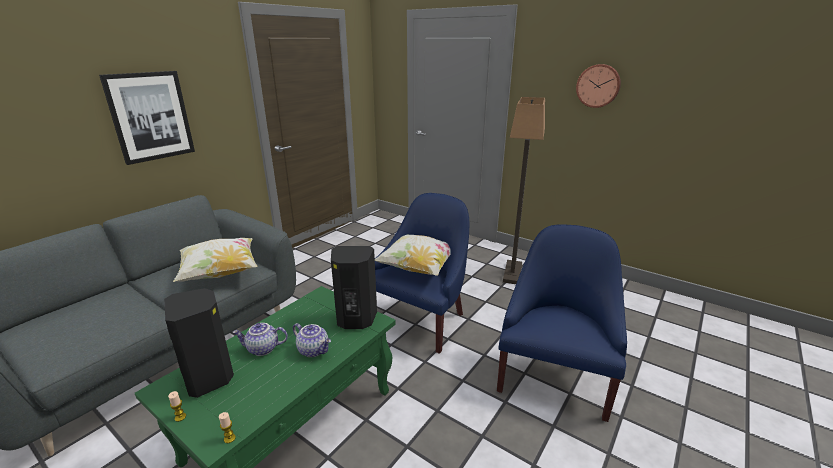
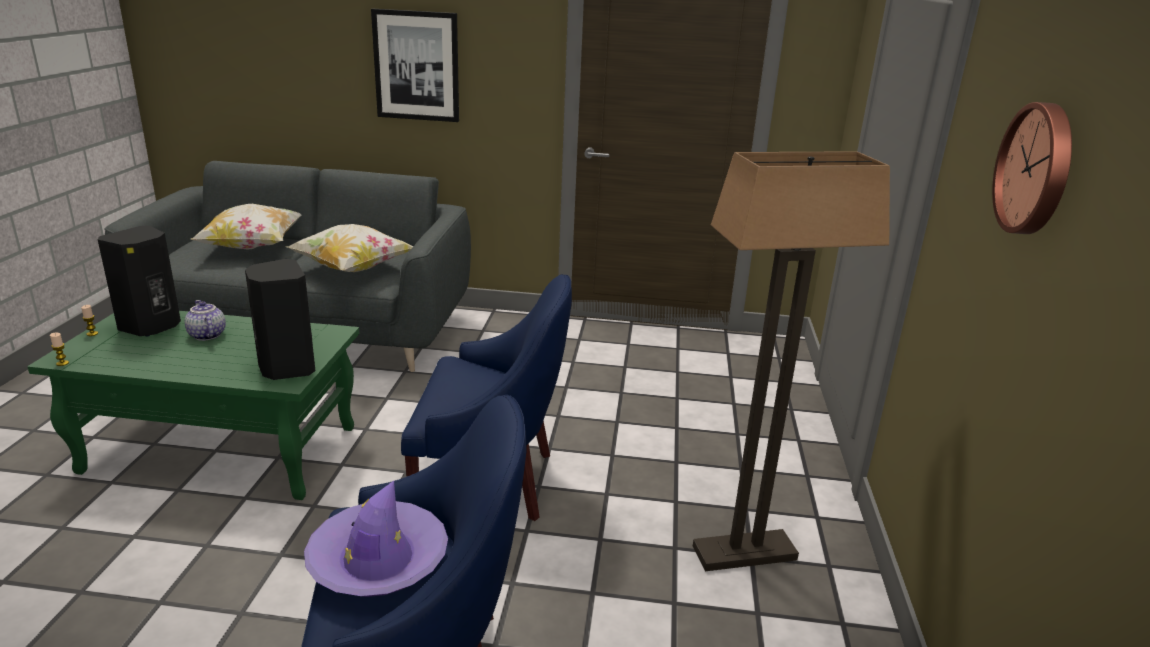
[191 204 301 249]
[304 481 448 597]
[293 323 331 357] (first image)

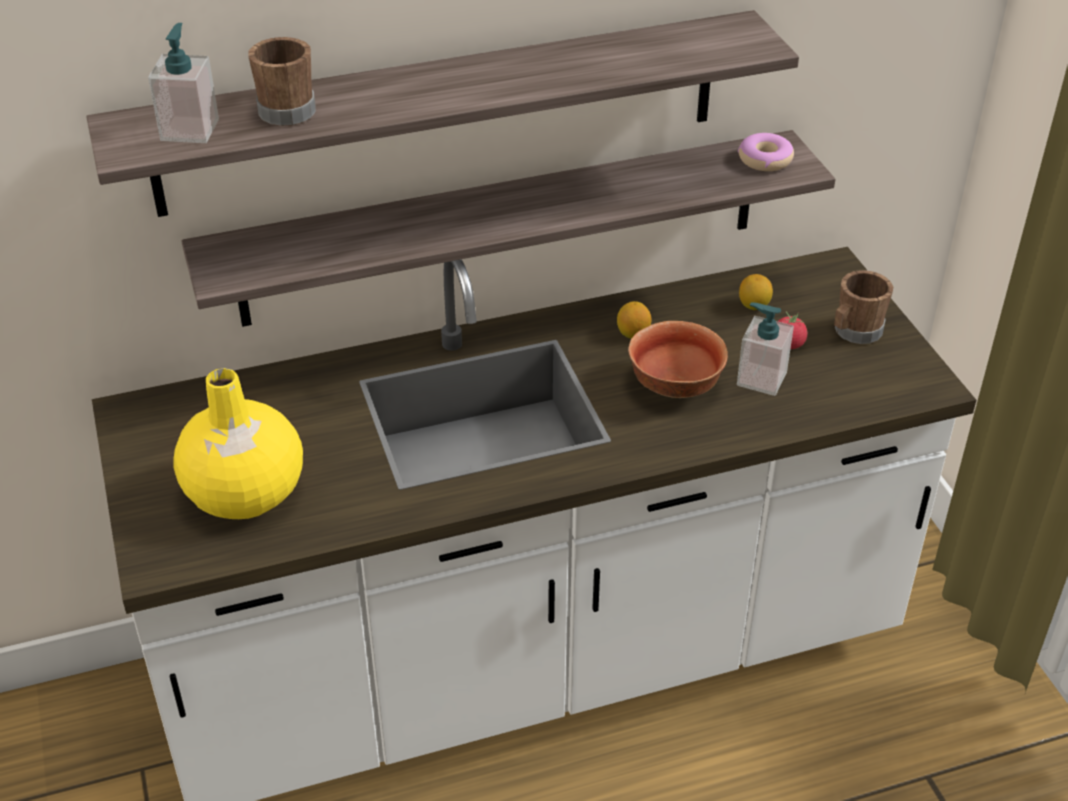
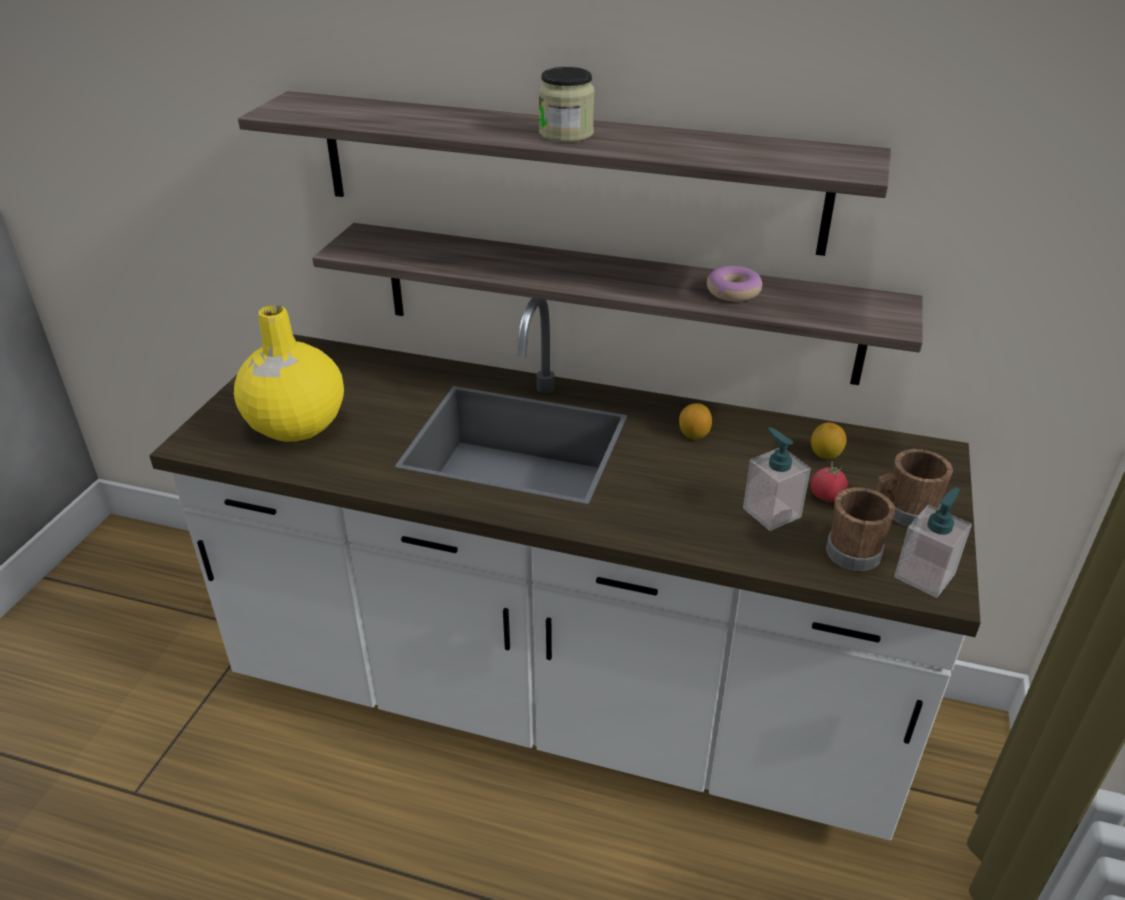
[539 67 595 142]
[707 266 762 301]
[826 487 896 571]
[894 487 972 598]
[628 321 728 398] (first image)

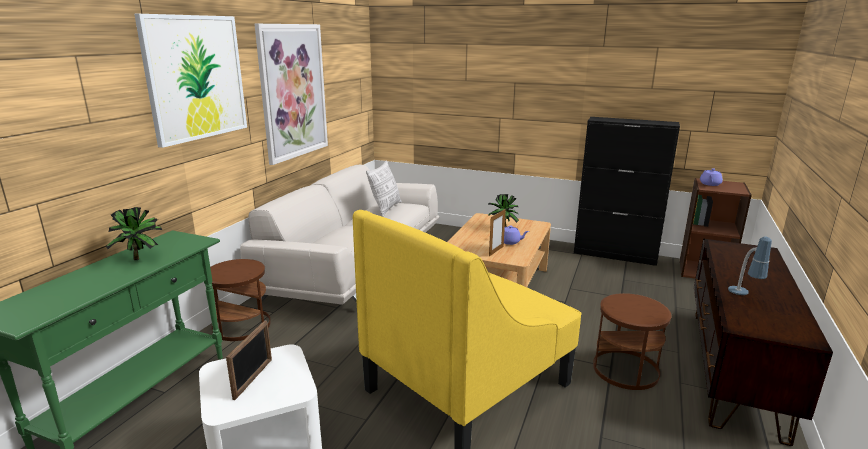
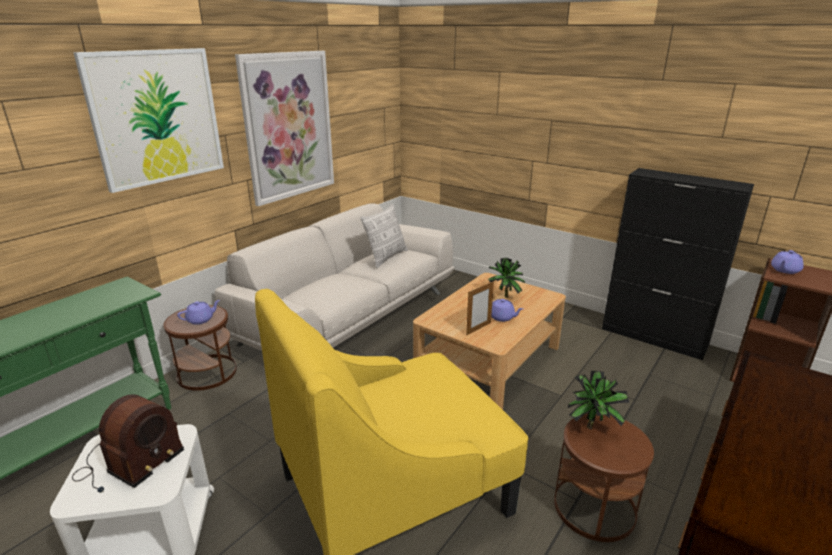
[72 394 184 493]
[177 300 220 325]
[567 371 630 429]
[728 236 772 295] (first image)

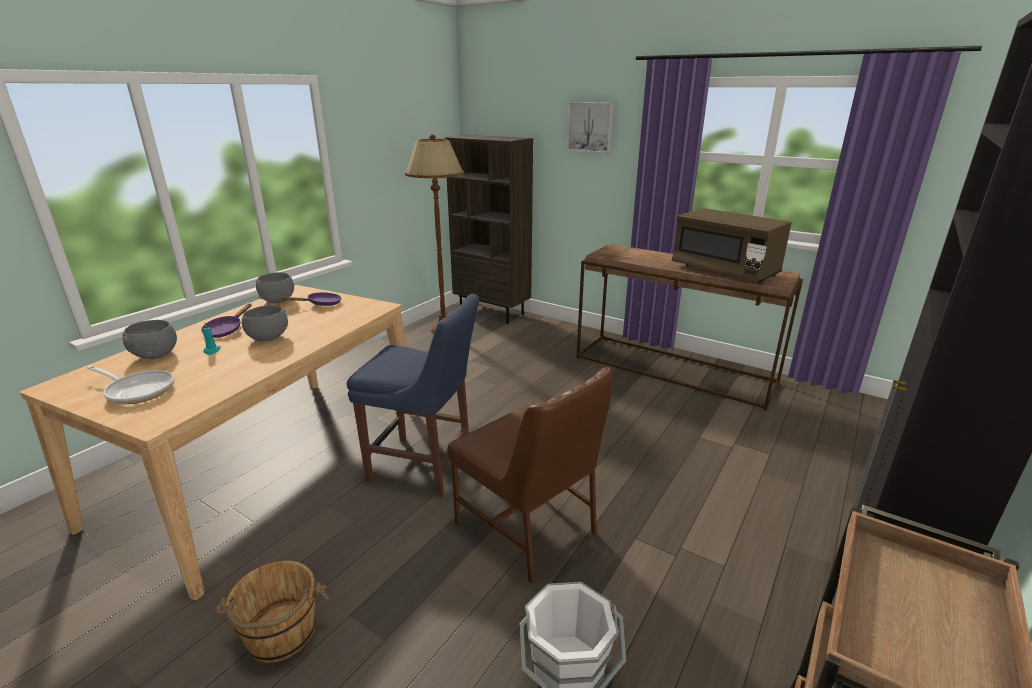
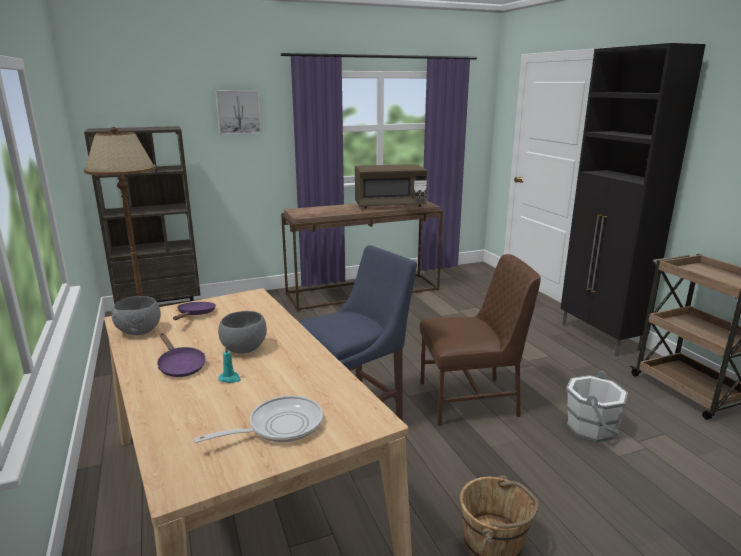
[122 320 177 359] (first image)

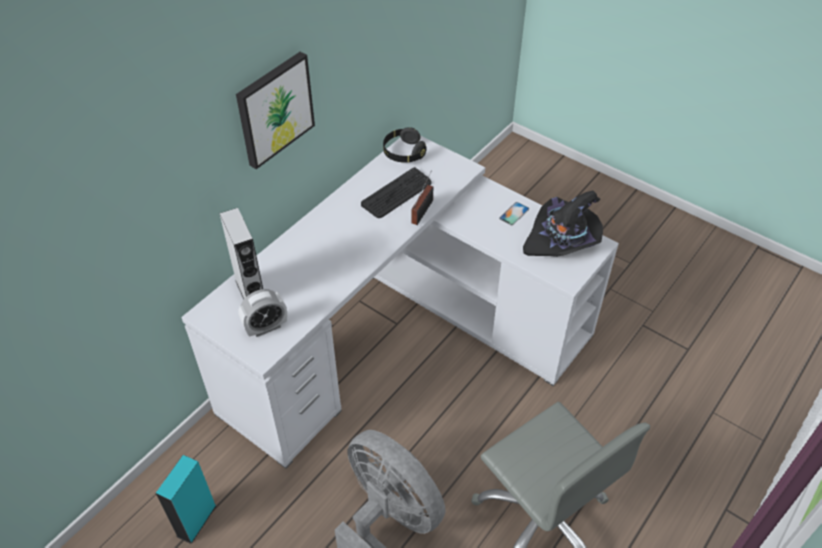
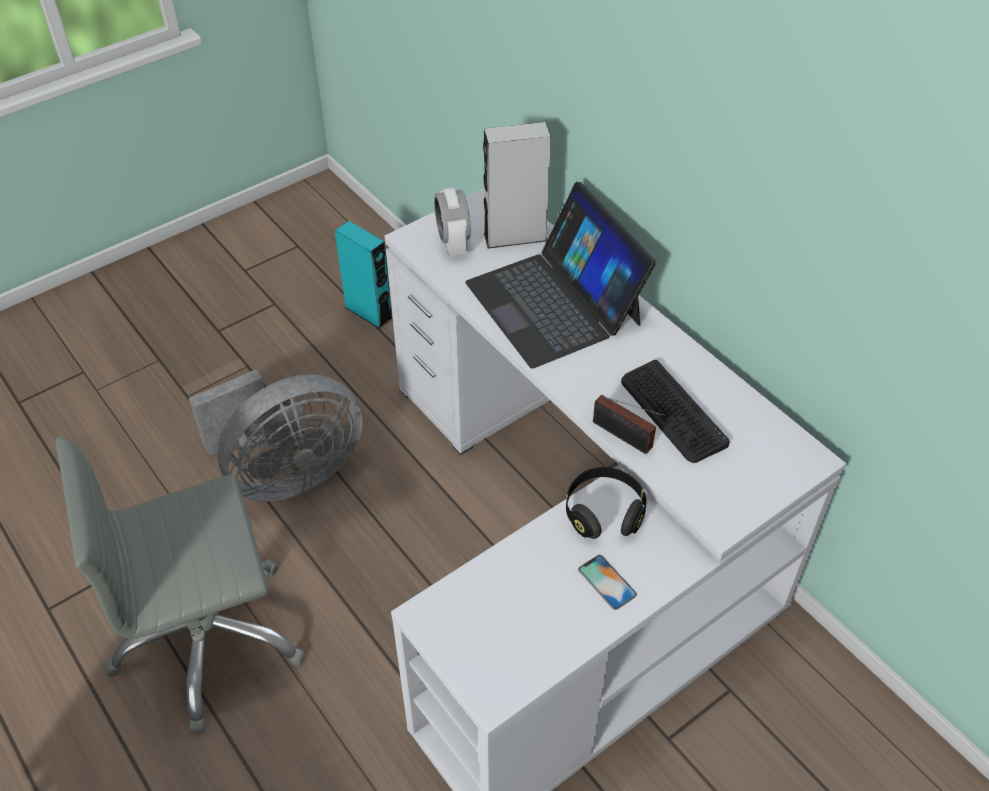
[465 182 656 368]
[566 467 647 539]
[236 52 315 169] (first image)
[523 191 603 257] (first image)

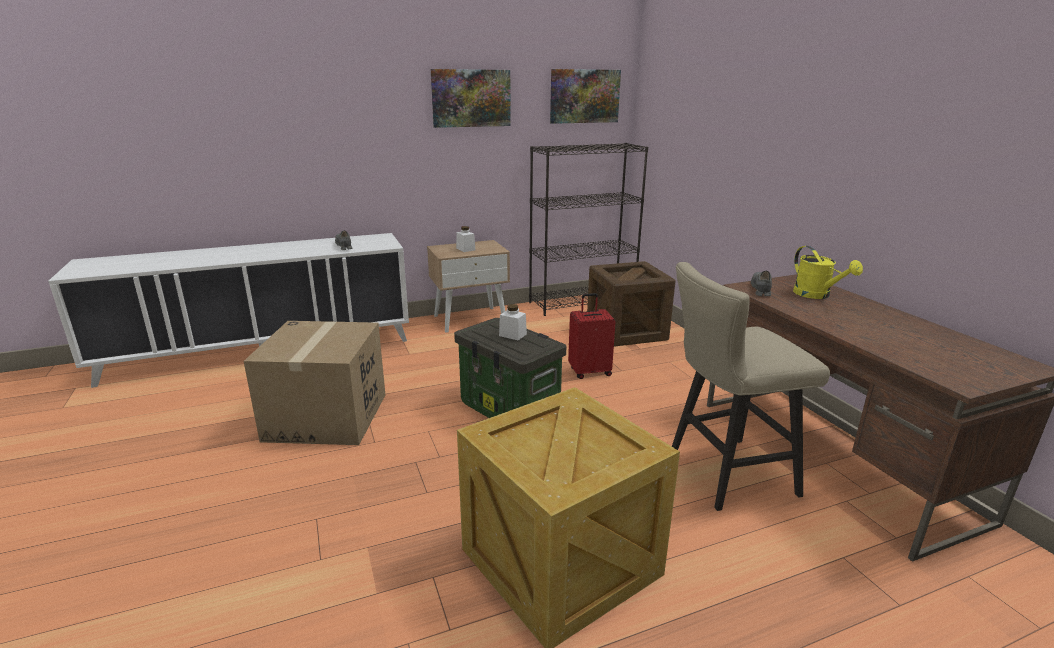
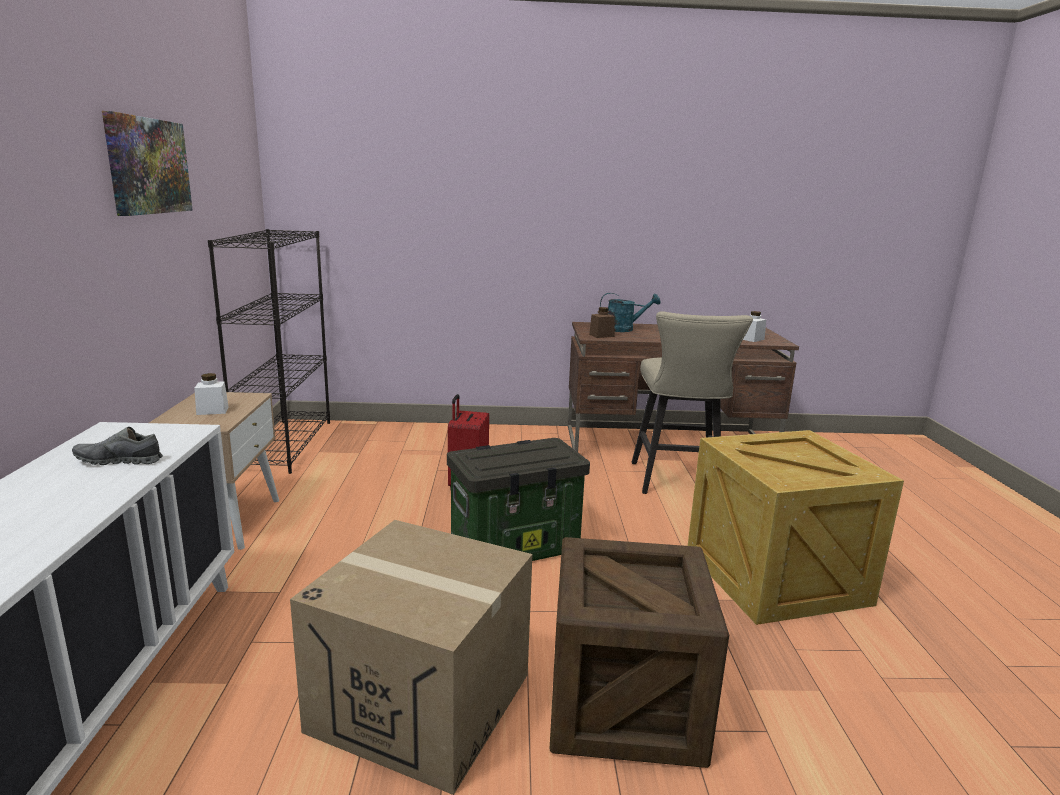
[550 537 729 768]
[589 307 615 338]
[600 293 661 332]
[743 311 766 342]
[550 69 621 124] (first image)

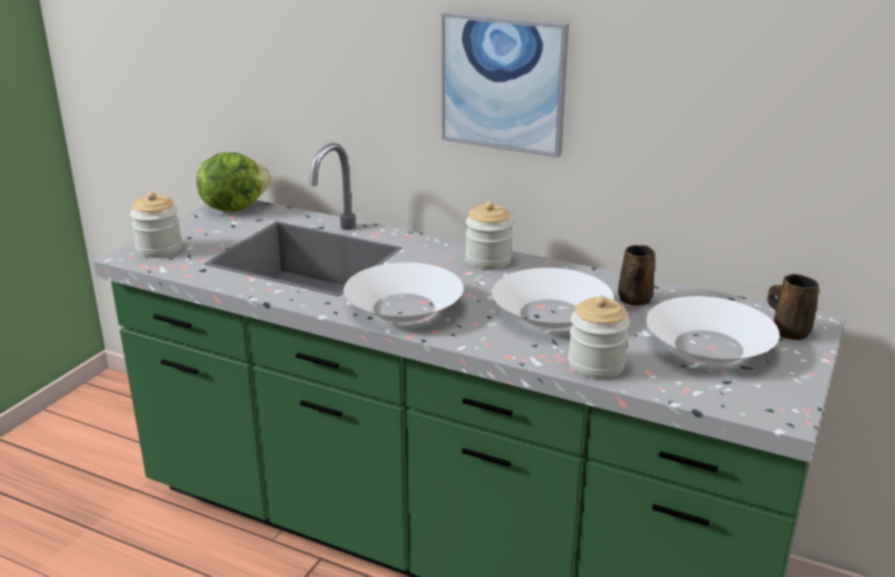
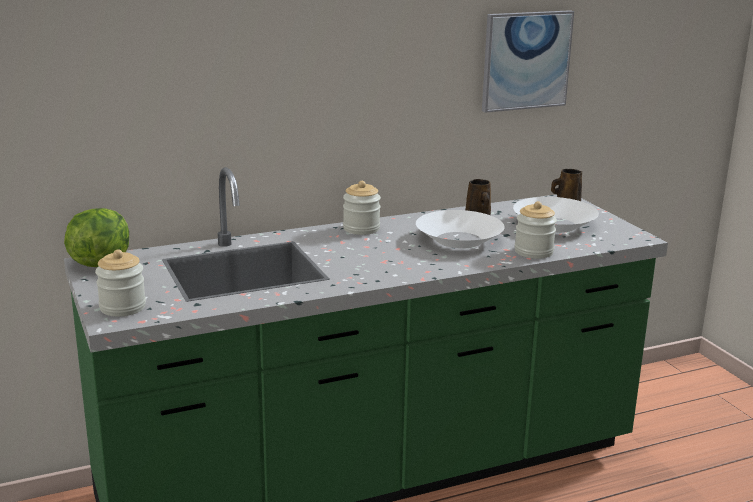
[482 10 574 113]
[344 262 463 322] (first image)

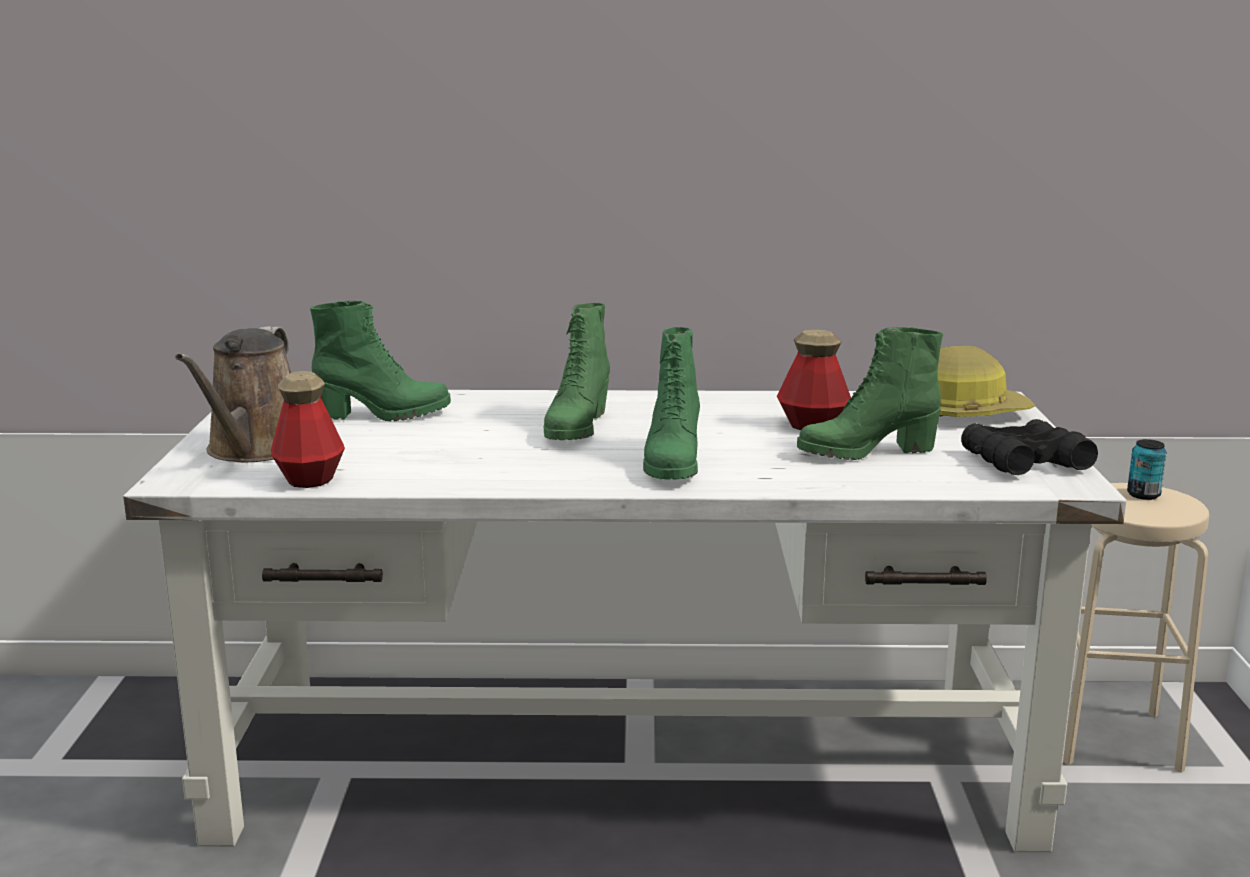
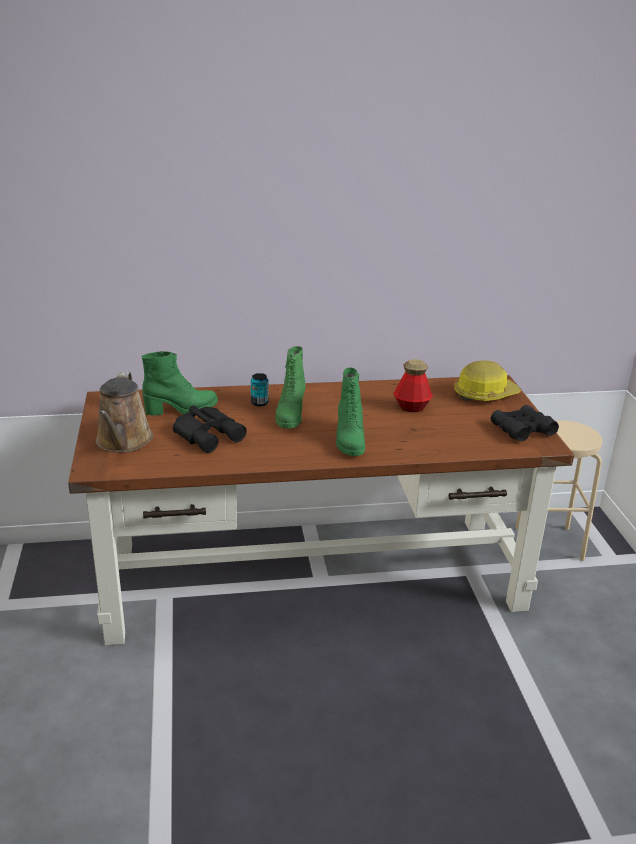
[68 375 574 646]
[173 406 247 453]
[251 373 268 406]
[271 371 345 488] (first image)
[797 327 943 460] (first image)

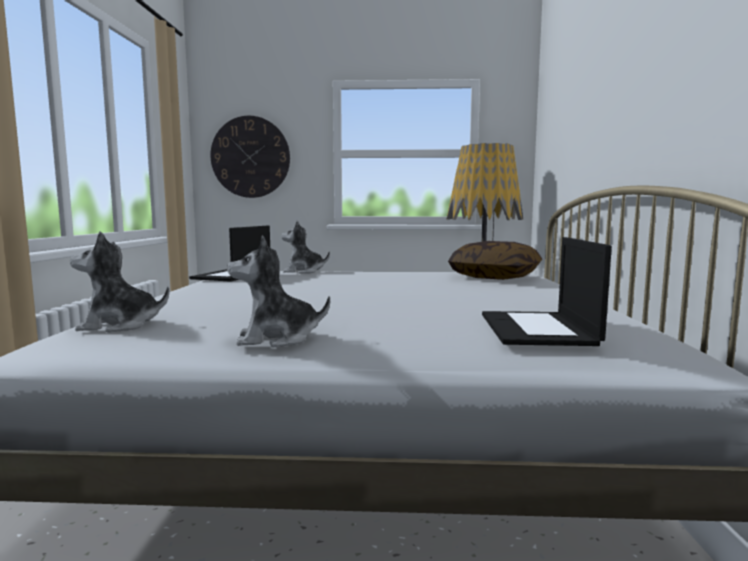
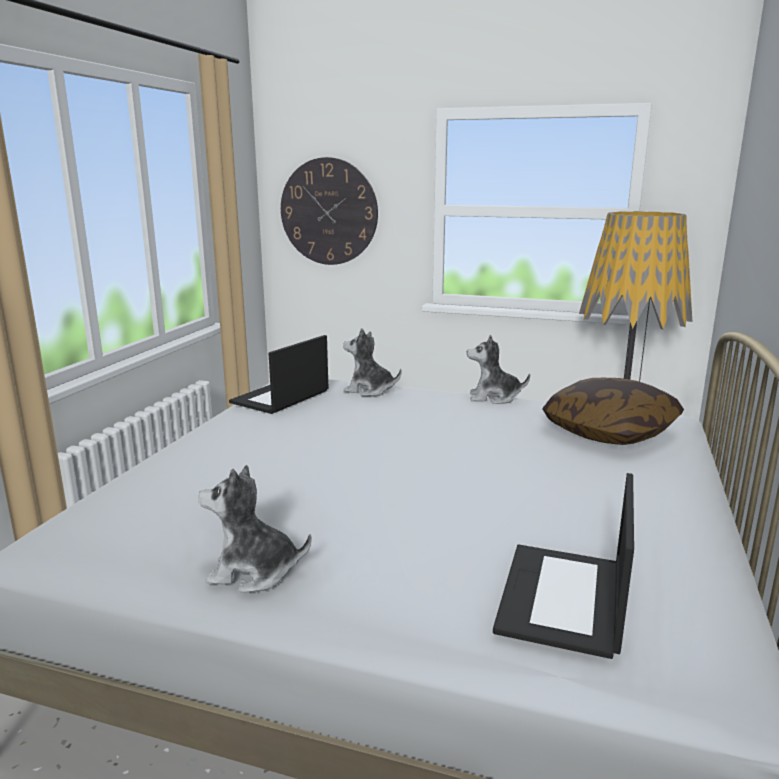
[467 335 530 404]

